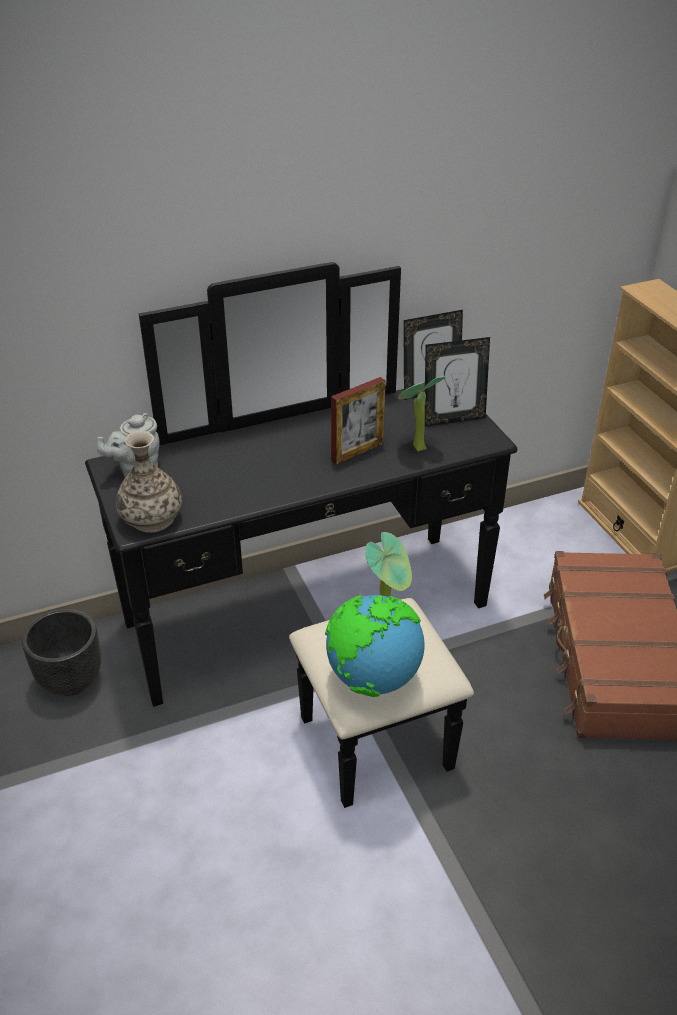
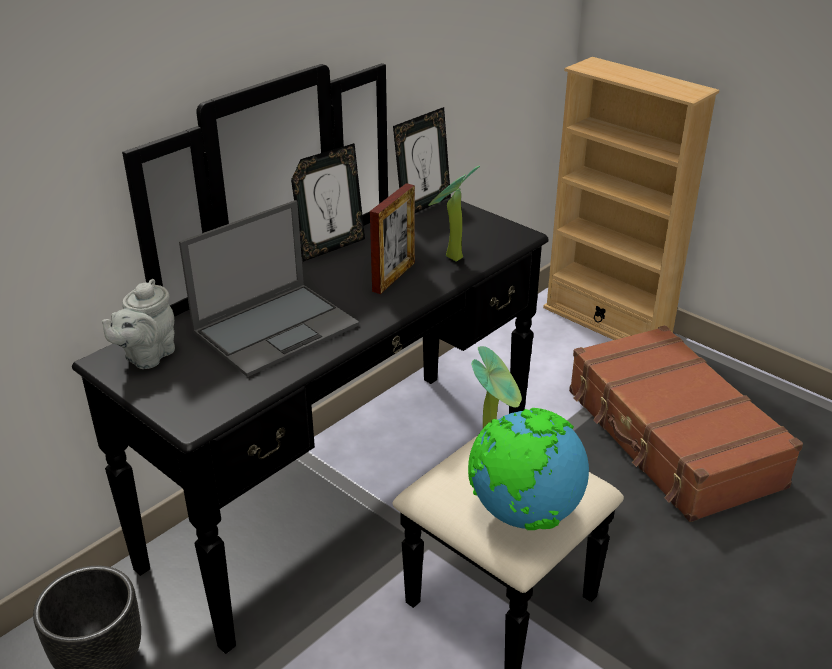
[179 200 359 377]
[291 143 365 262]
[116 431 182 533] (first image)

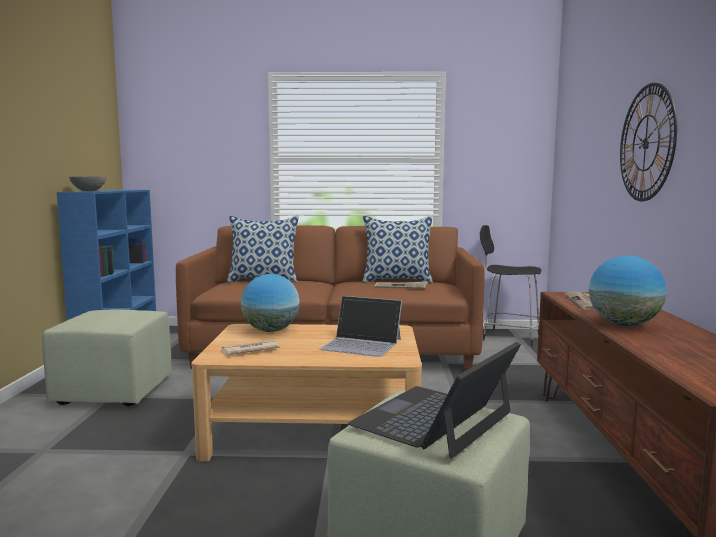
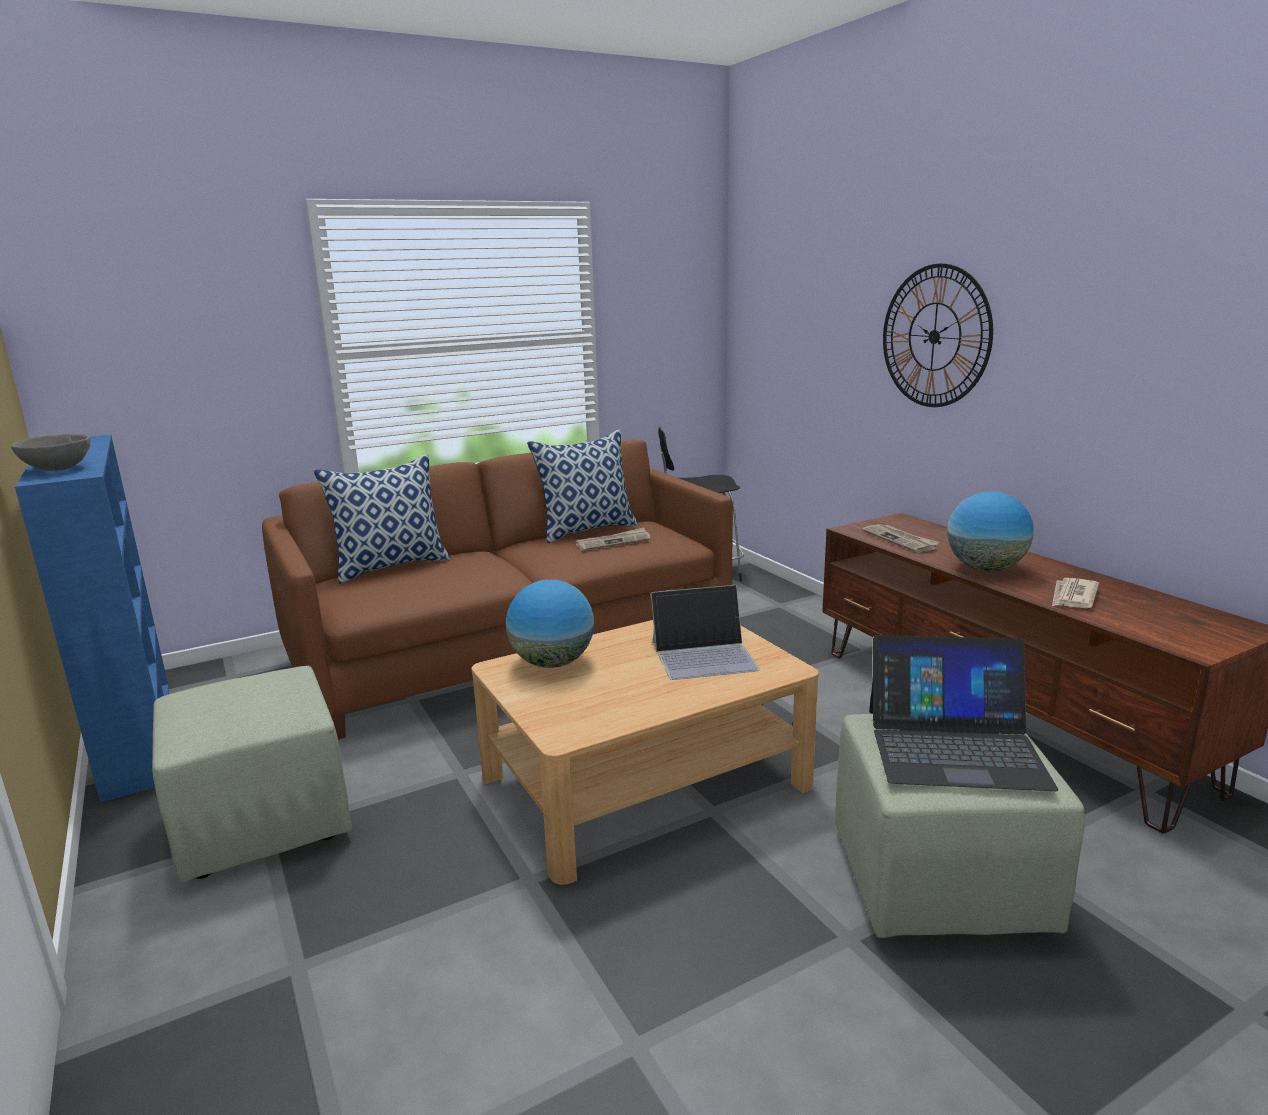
[869 635 1058 791]
[1052 578 1099 608]

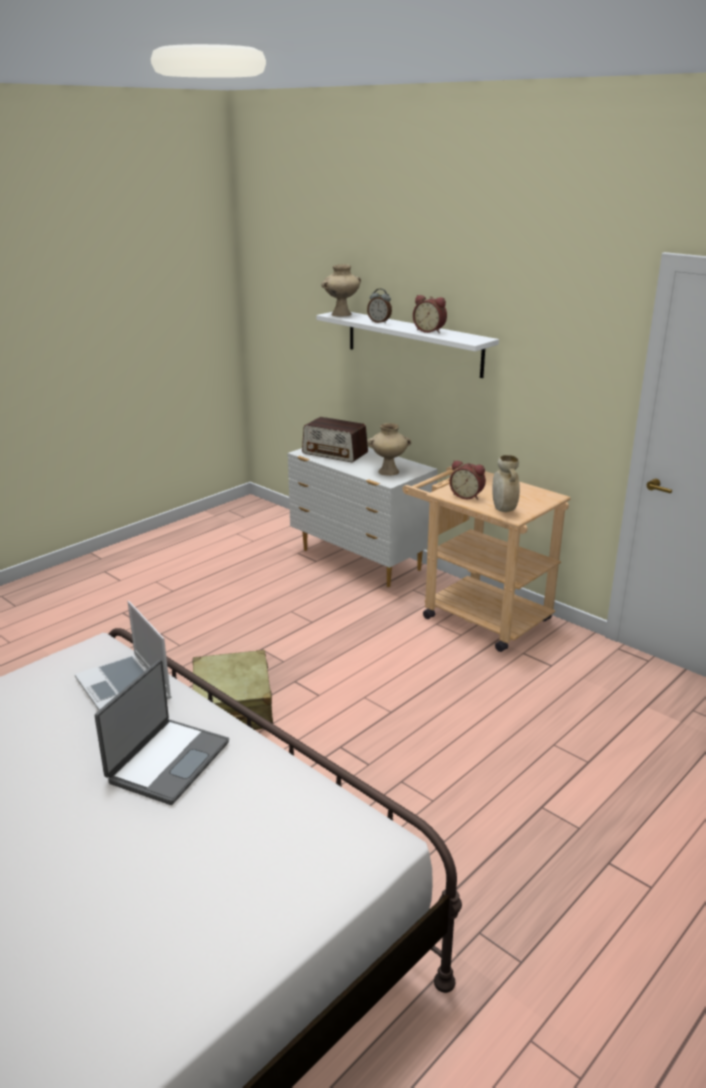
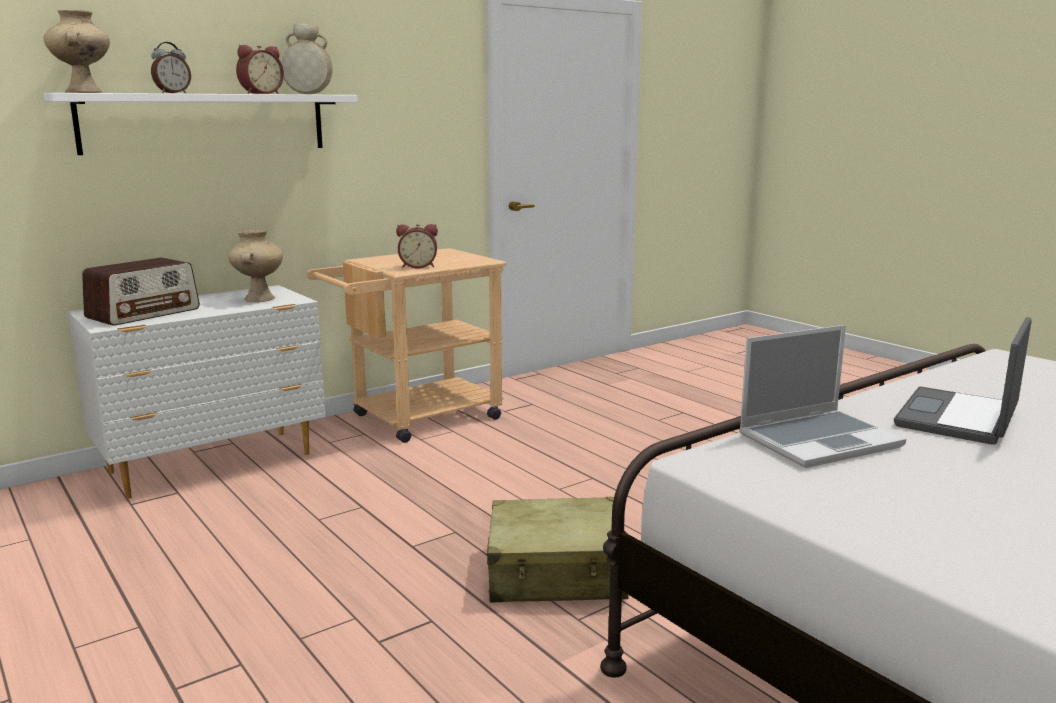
[282 23 333 94]
[396 224 438 268]
[894 317 1032 445]

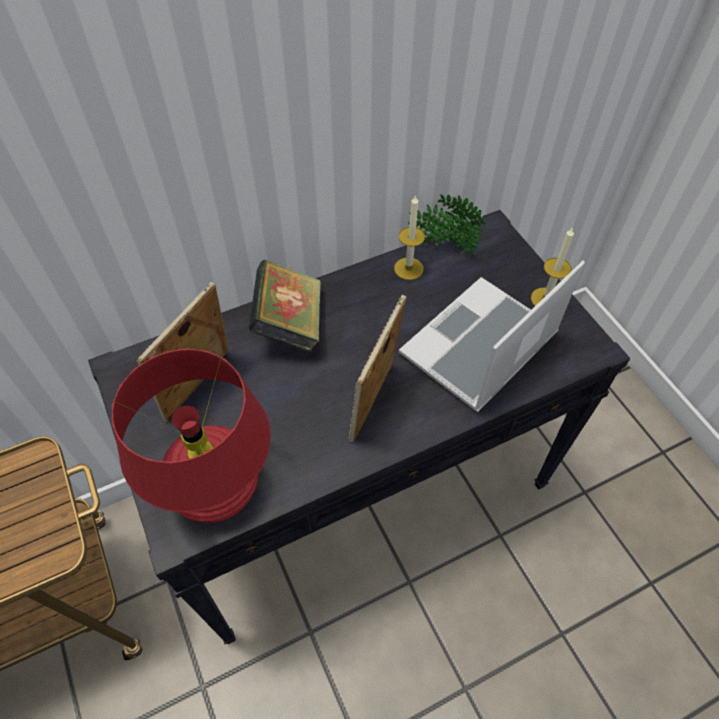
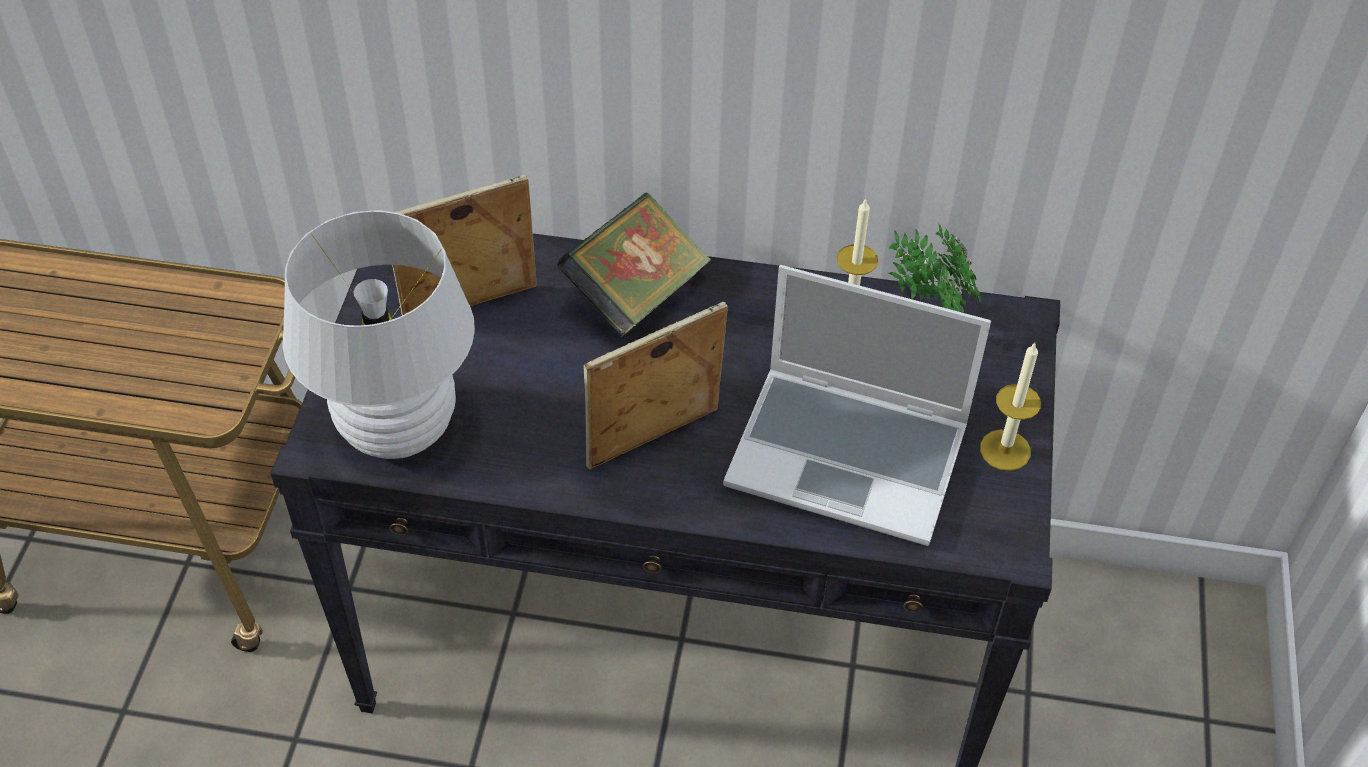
[282 210 475 459]
[723 265 991 546]

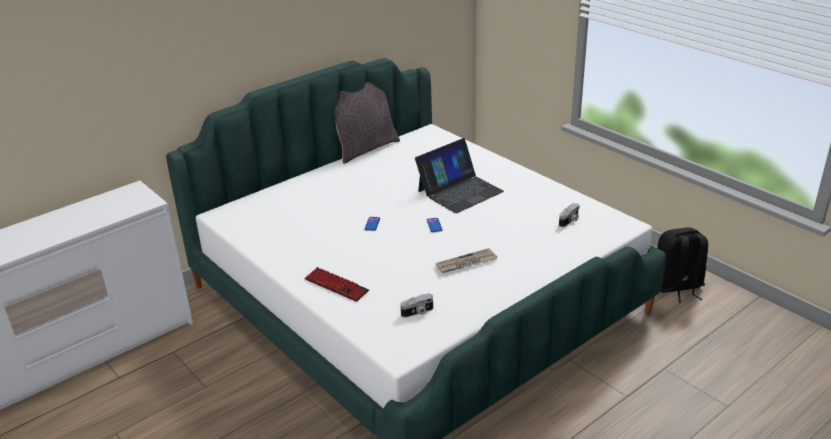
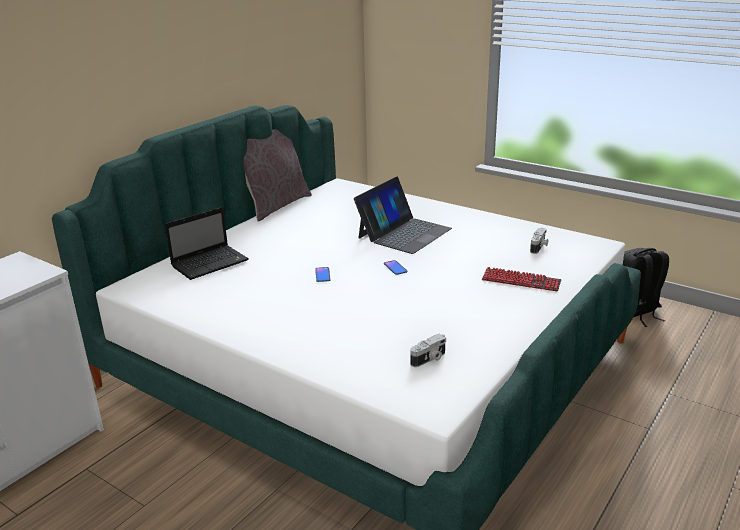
[165 207 249 280]
[482 267 561 291]
[436 248 497 273] (first image)

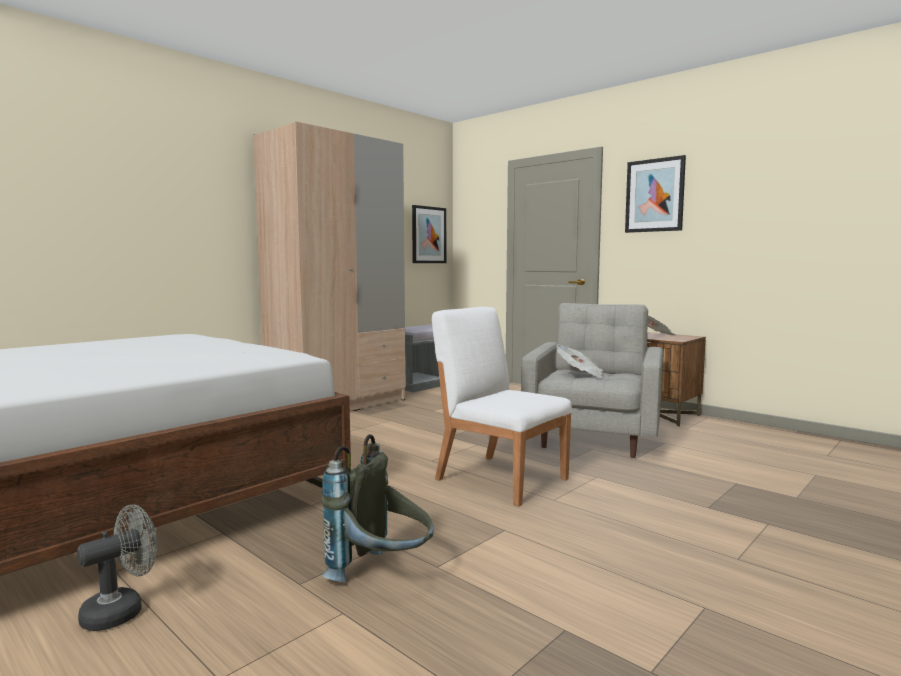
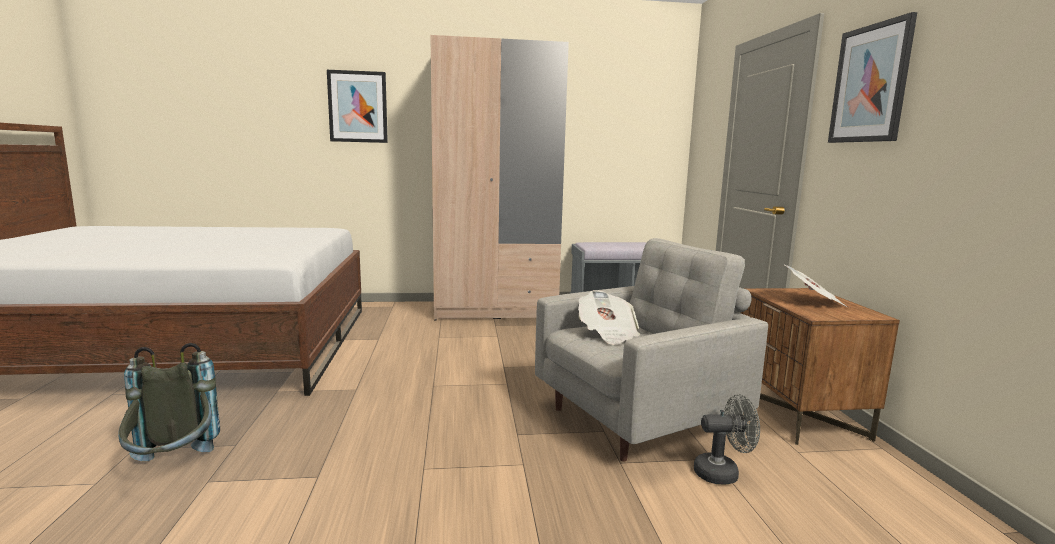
[327 70 388 143]
[694 394 760 485]
[432 307 572 506] (first image)

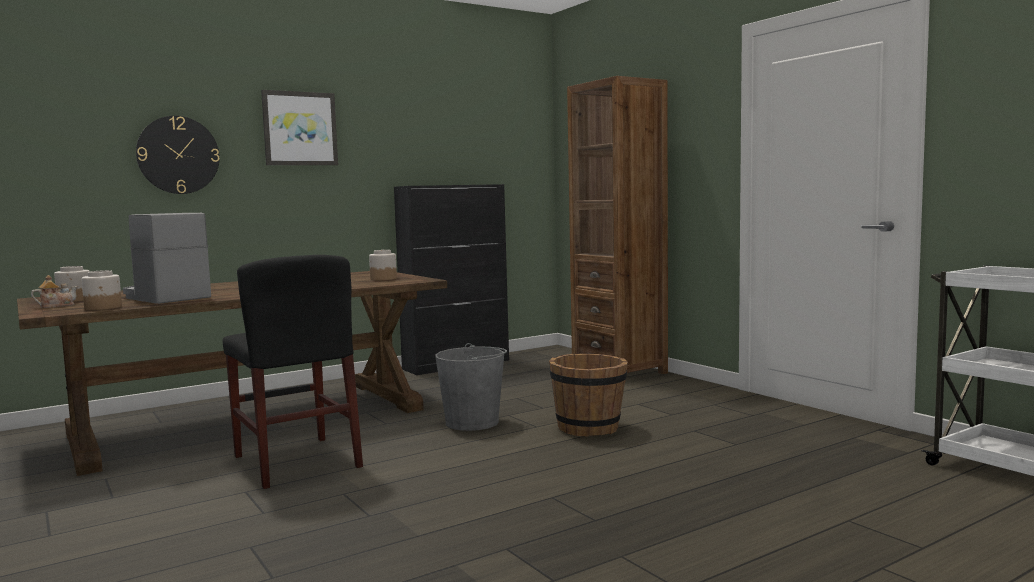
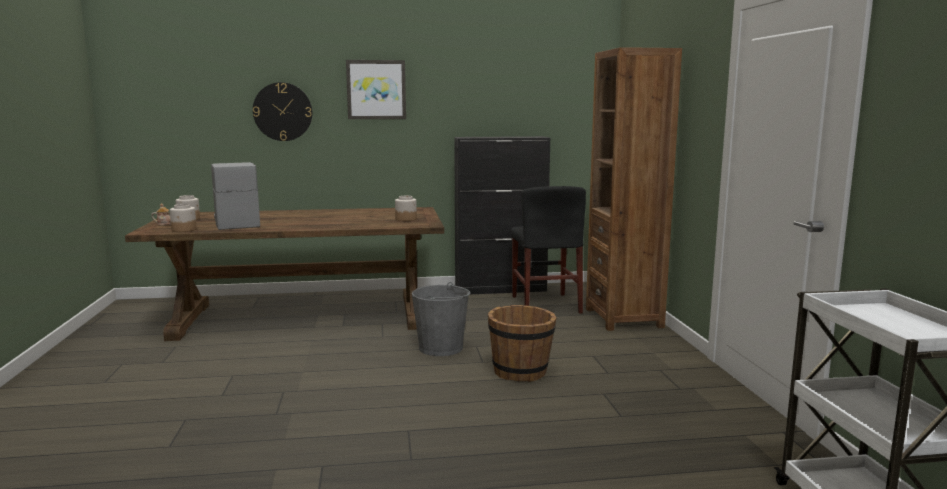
[511 186 586 314]

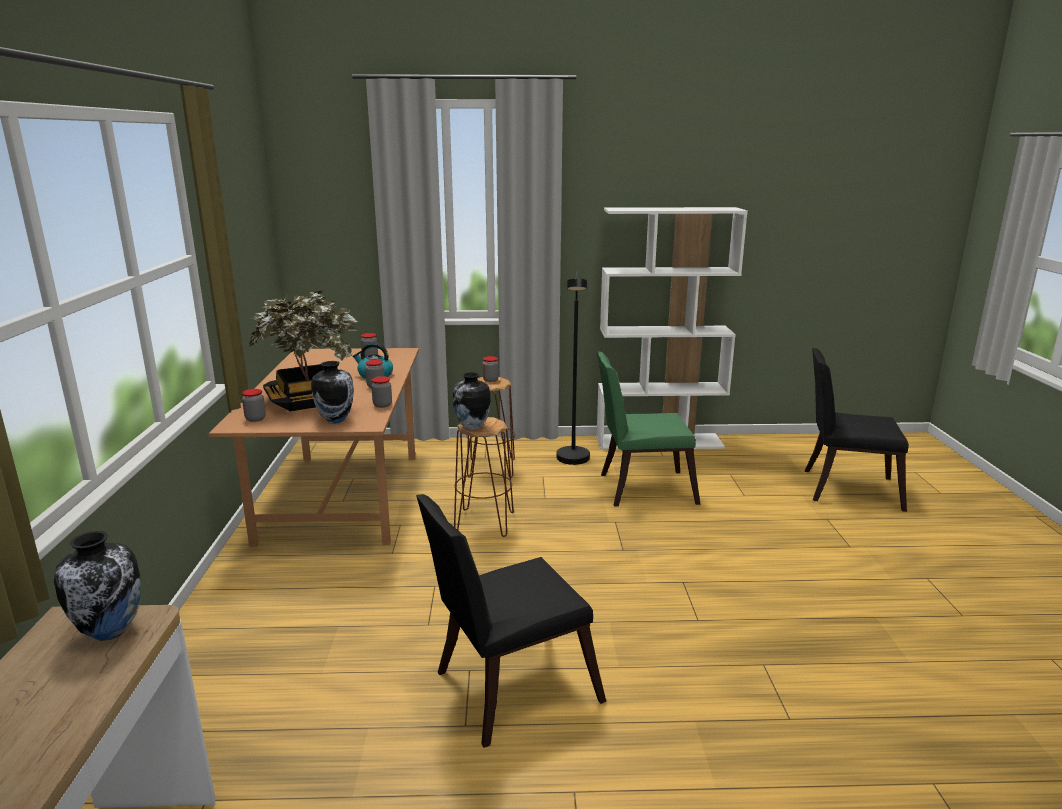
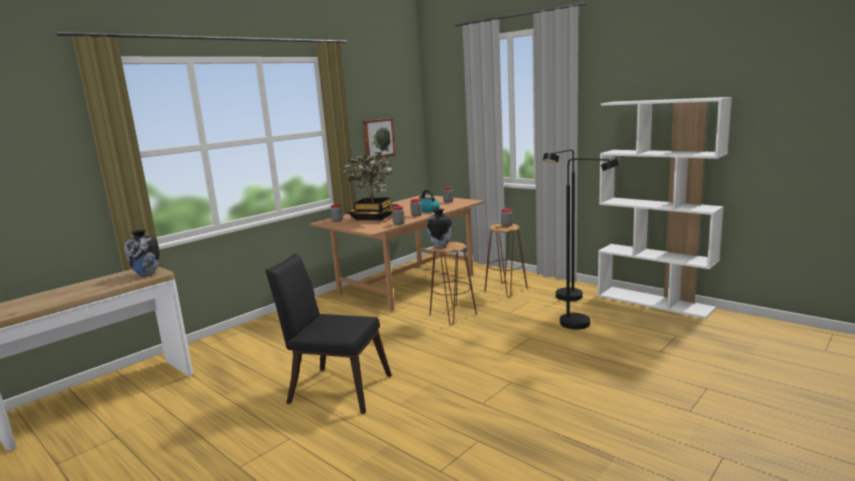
[362 118 396 157]
[560 158 620 330]
[311 361 354 423] (first image)
[805 348 909 512] (first image)

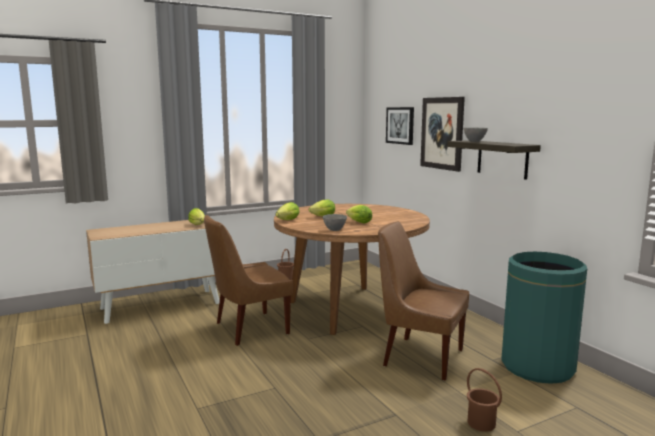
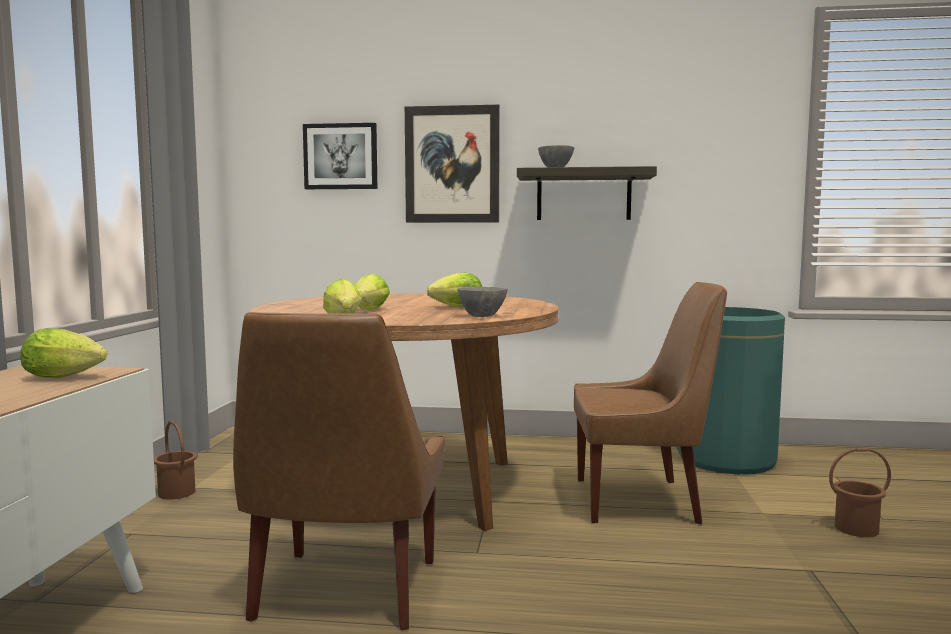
[574 282 727 524]

